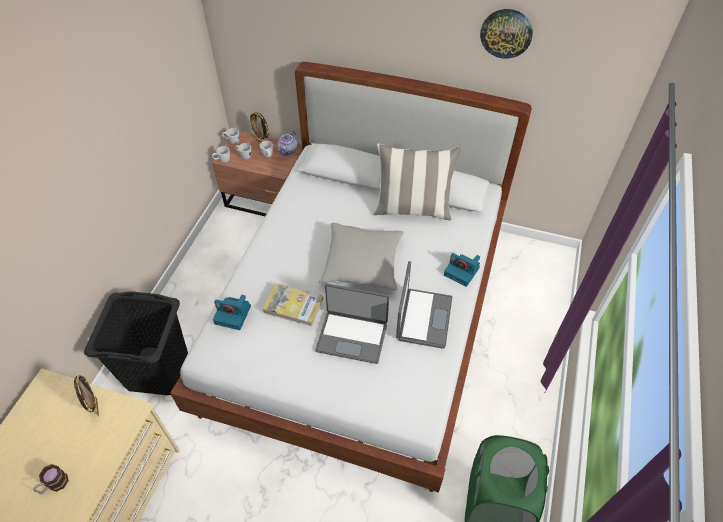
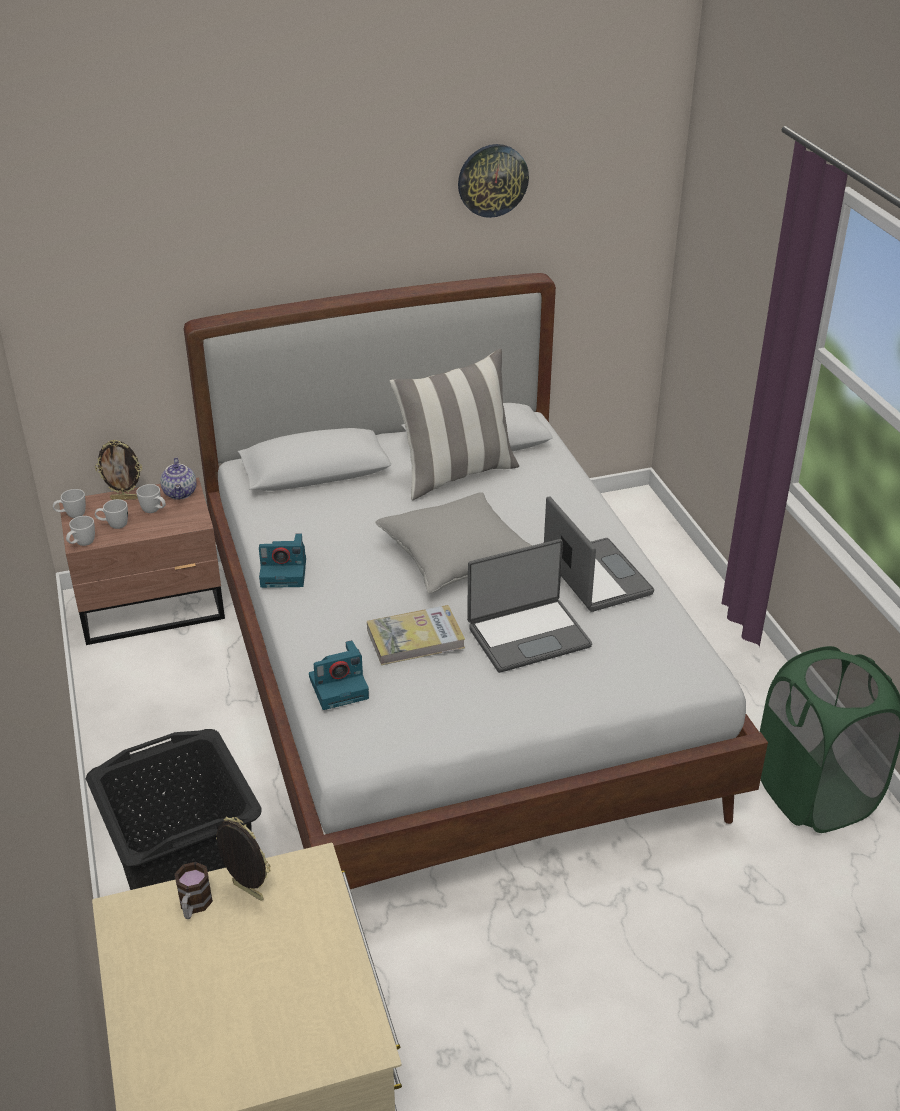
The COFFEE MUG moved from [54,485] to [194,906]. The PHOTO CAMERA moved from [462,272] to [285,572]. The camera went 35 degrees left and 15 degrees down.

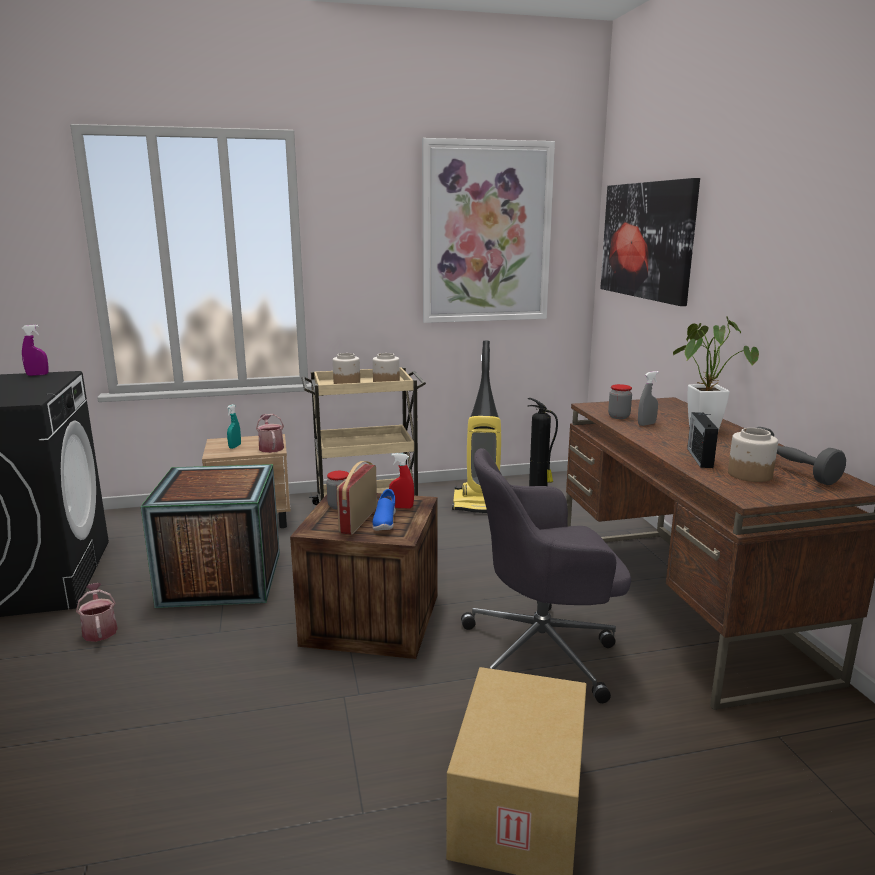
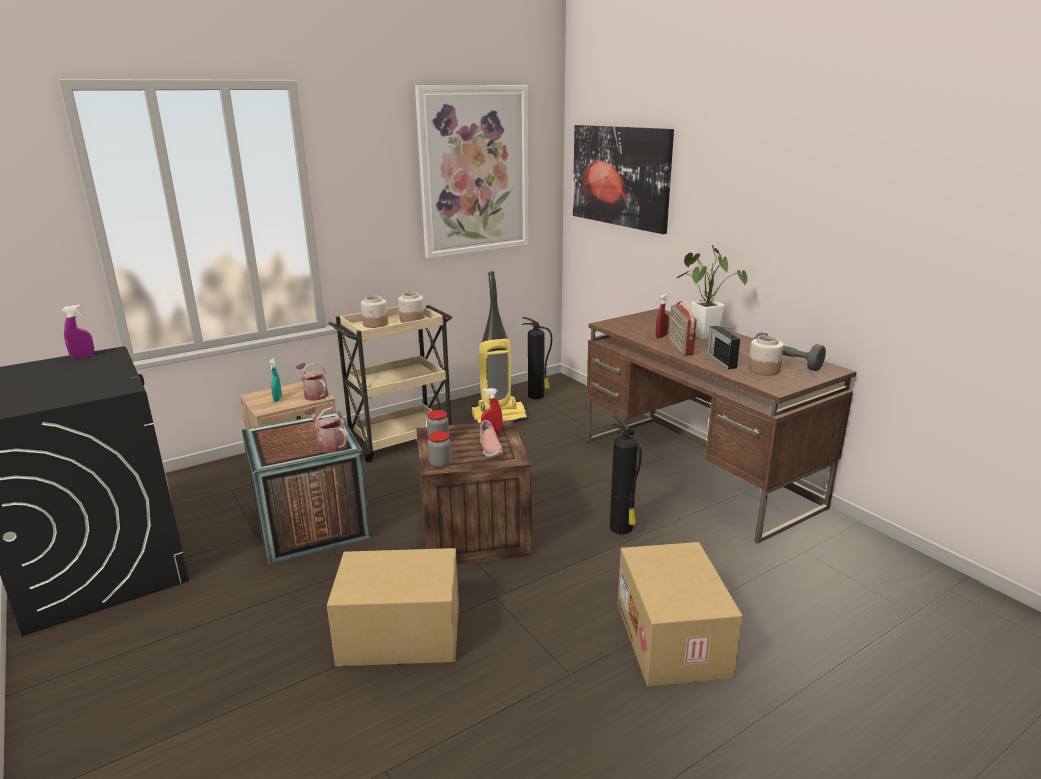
The WATERING POT moved from [99,629] to [329,444]. The CARDBOARD BOX at [399,635] appeared. The PRESERVE JAR moved from [618,417] to [440,464]. The BLUISH ITEM OF FOOTWEAR at [384,523] became the PINK ITEM OF FOOTWEAR at [490,449]. The GRAY COMPUTER CHAIR at [543,651] was replaced by the FIRE-FIGHTING CYLINDER at [622,529]. The GRAY HAND SPRAYER at [646,424] became the RED-COLOURED HAND SPRAYER at [661,336]. The RADIO moved from [357,520] to [679,347]. The camera went 20 degrees left and 5 degrees up.

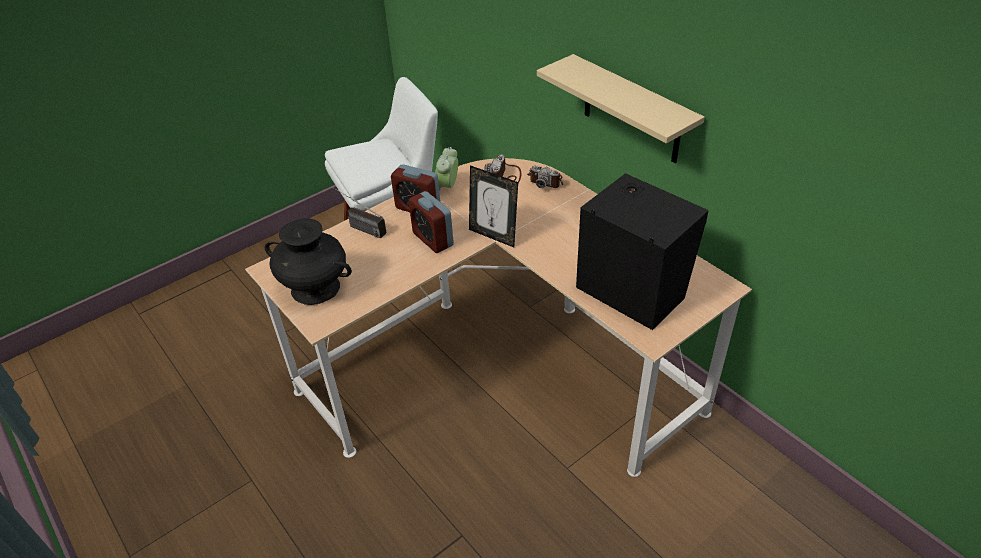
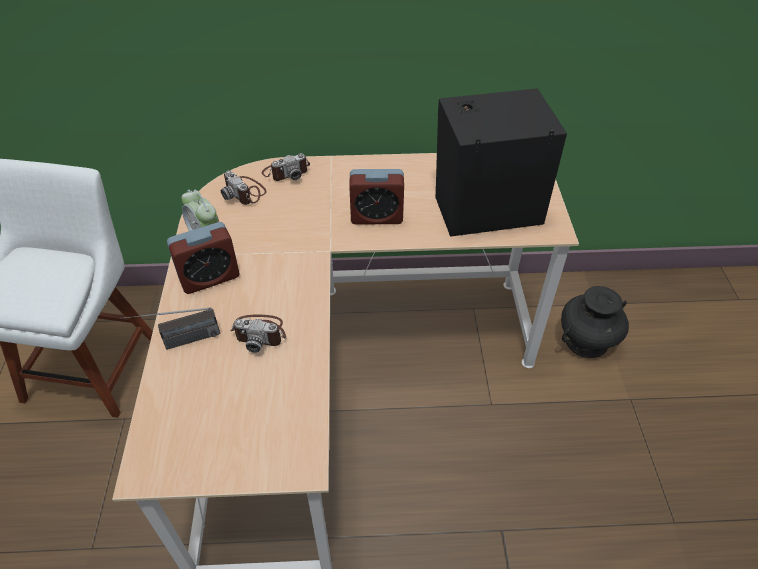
The PHOTO CAMERA at [260,333] appeared. The ALARM CLOCK moved from [433,239] to [376,217]. The BLACK DECORATIVE VASE moved from [315,288] to [586,341]. The PICTURE FRAME at [493,236] disappeared. The BEIGE-COLOURED WALL SHELF at [631,110] disappeared. The camera went 55 degrees left and 5 degrees up.

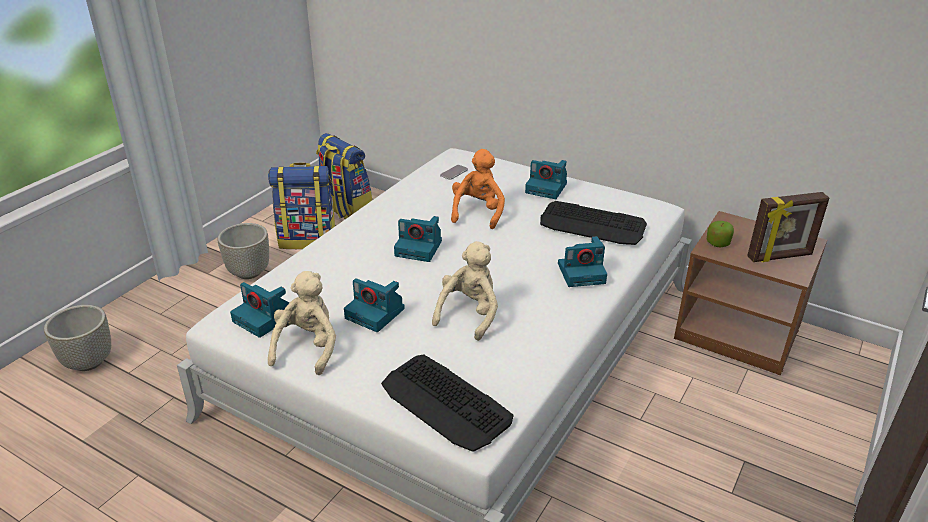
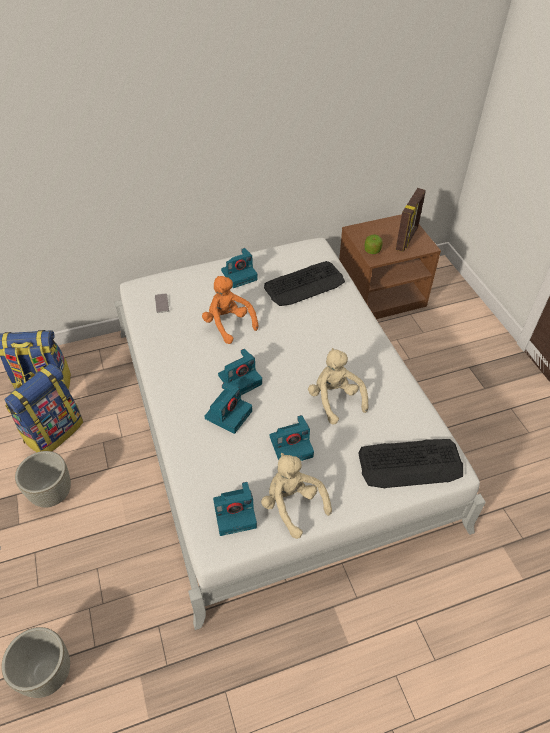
The PHOTO CAMERA moved from [582,273] to [228,414]. The camera went 50 degrees left and 15 degrees up.

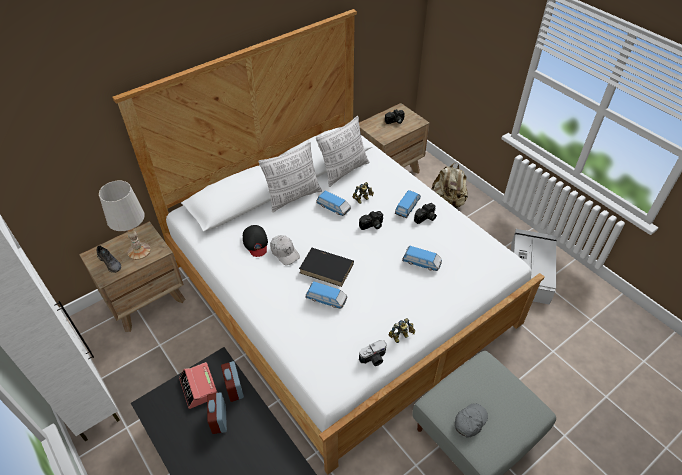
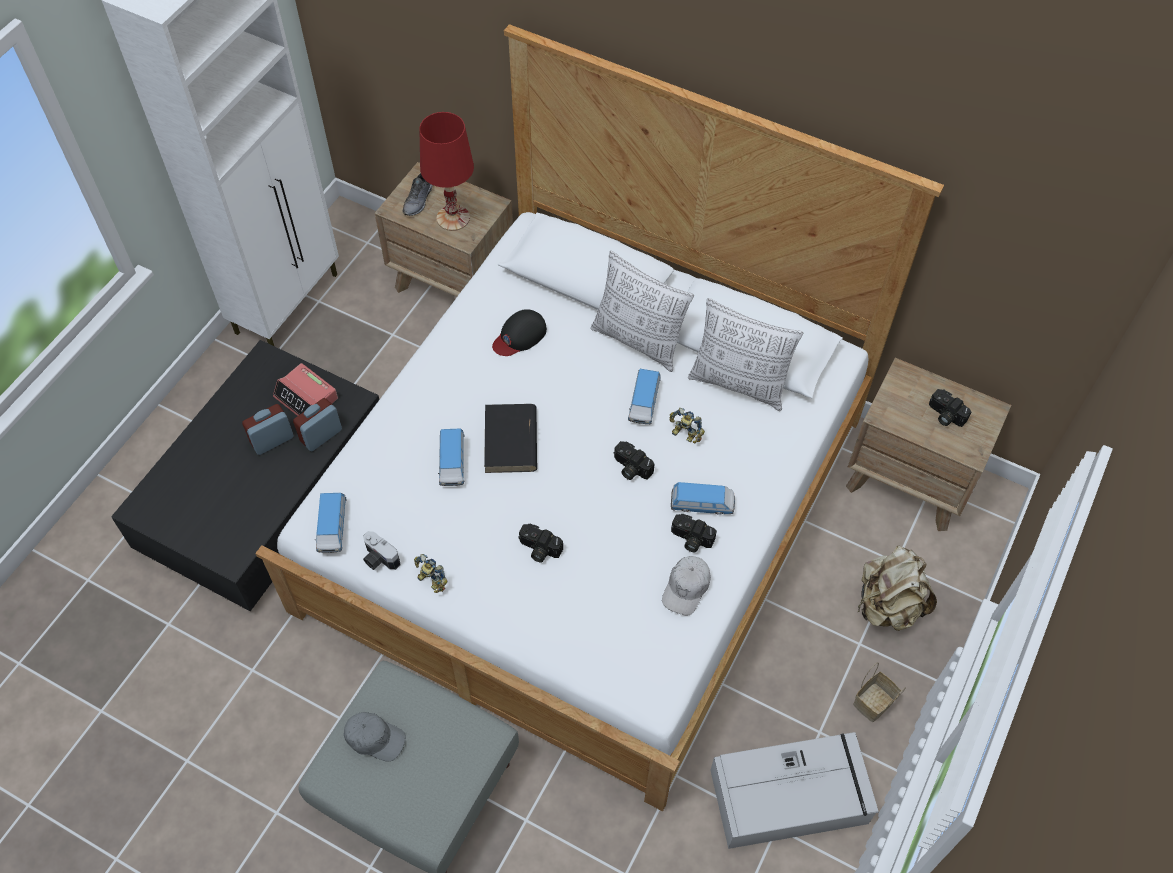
The ALARM CLOCK at [199,388] turned 90 degrees counterclockwise. The MODEL CAR moved from [421,263] to [332,527]. The WHITISH TABLE LAMP at [139,250] became the RED-COLOURED TABLE LAMP at [453,218]. The PHOTO CAMERA at [538,549] appeared. The WHITISH CAP moved from [284,252] to [686,588]. The BASKET at [873,704] appeared. The camera went 65 degrees right and 10 degrees up.

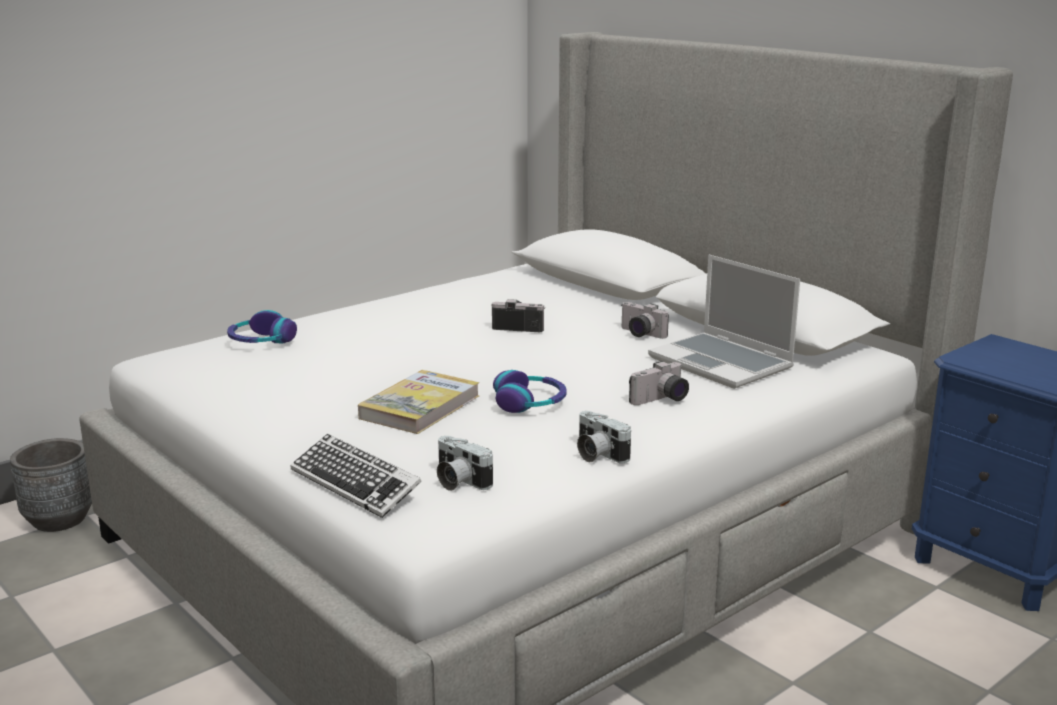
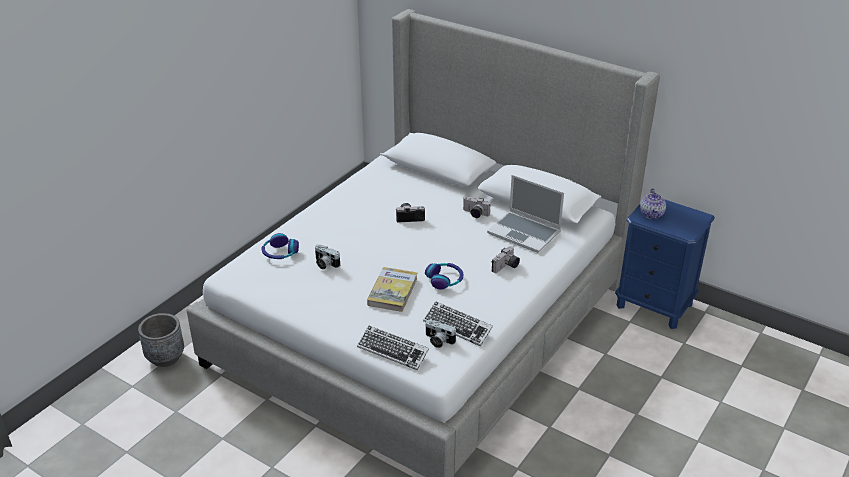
The PHOTO CAMERA moved from [597,454] to [325,264]. The KEYBOARD at [457,327] appeared. The POT FOR TEA at [652,214] appeared. The camera went 15 degrees left and 15 degrees up.

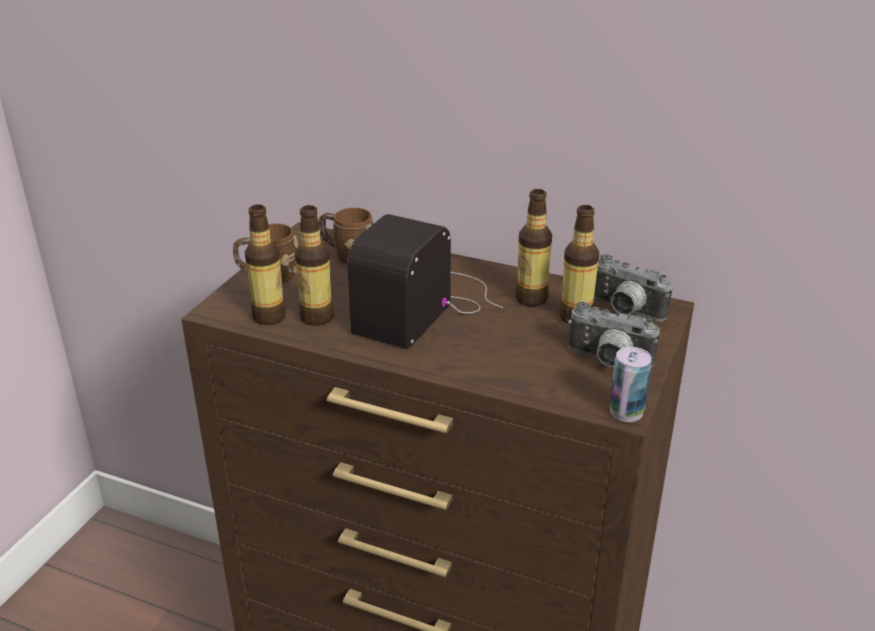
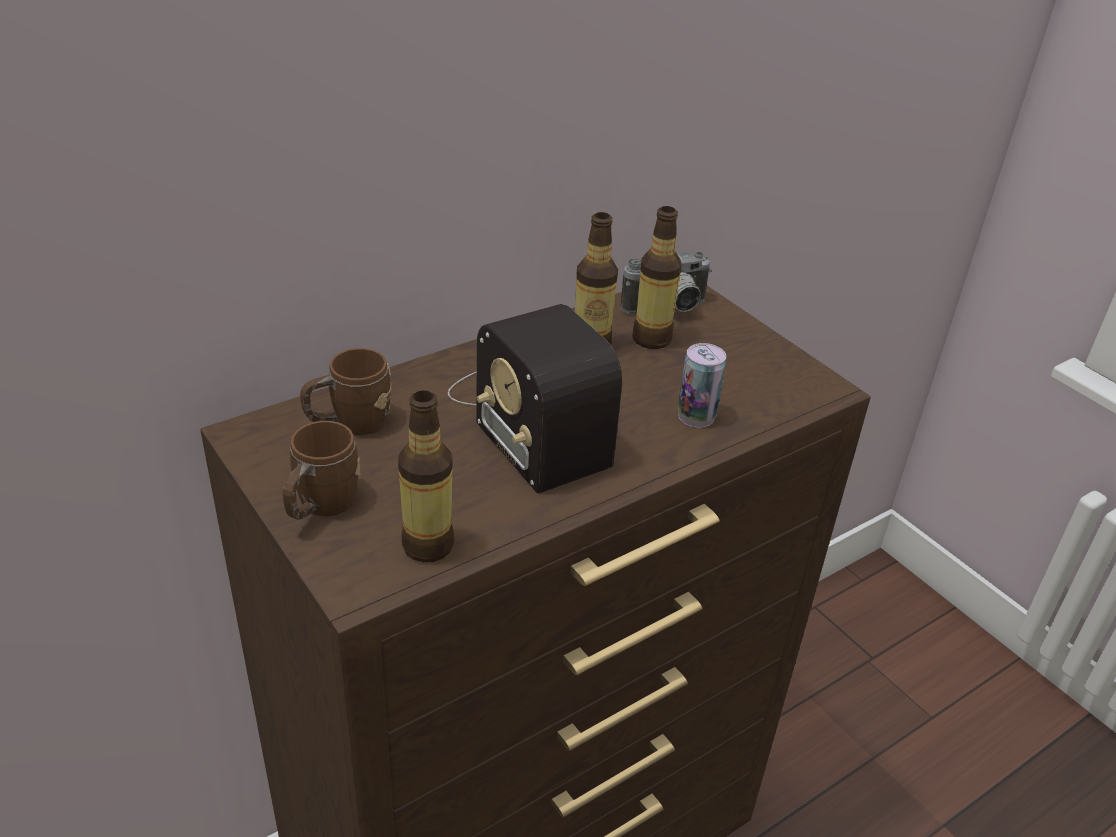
The SEALED CAN moved from [626,411] to [696,416]. The DRINK BOTTLE at [317,317] disappeared. The PHOTO CAMERA at [607,361] disappeared. The camera went 60 degrees left and 5 degrees up.

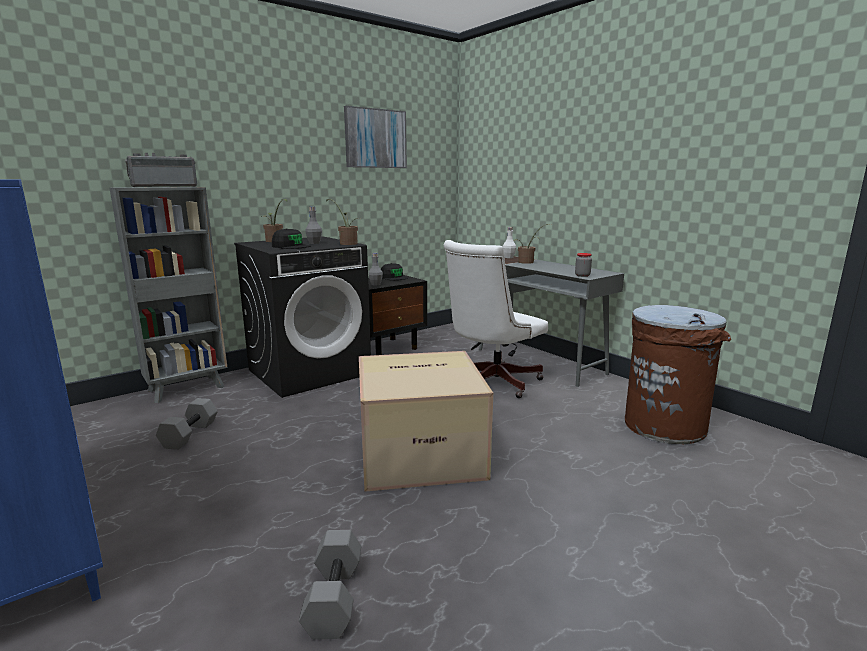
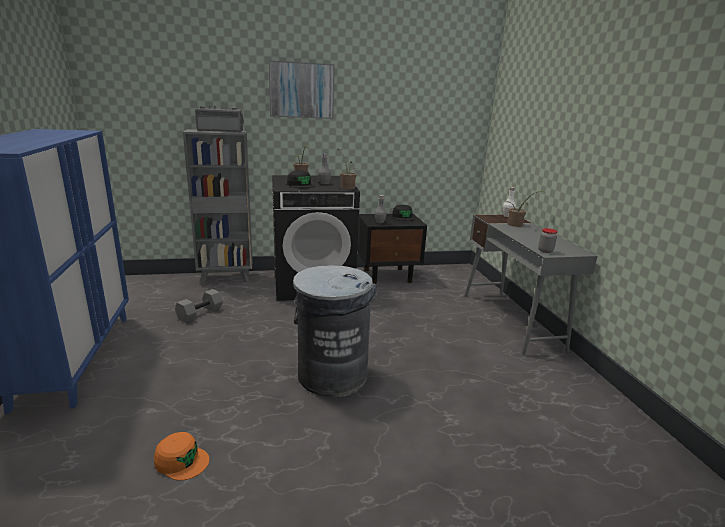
The GRAY HAND WEIGHT at [332,597] was replaced by the ORANGE CAP at [181,460]. The PICTURE moved from [375,138] to [301,90]. The CARDBOARD BOX at [421,452] was replaced by the GRAY TRASH CAN at [332,375]. The WHITISH COMPUTER CHAIR at [490,382] disappeared. The BROWN TRASH CAN at [664,426] disappeared. The camera went 25 degrees right and 5 degrees up.

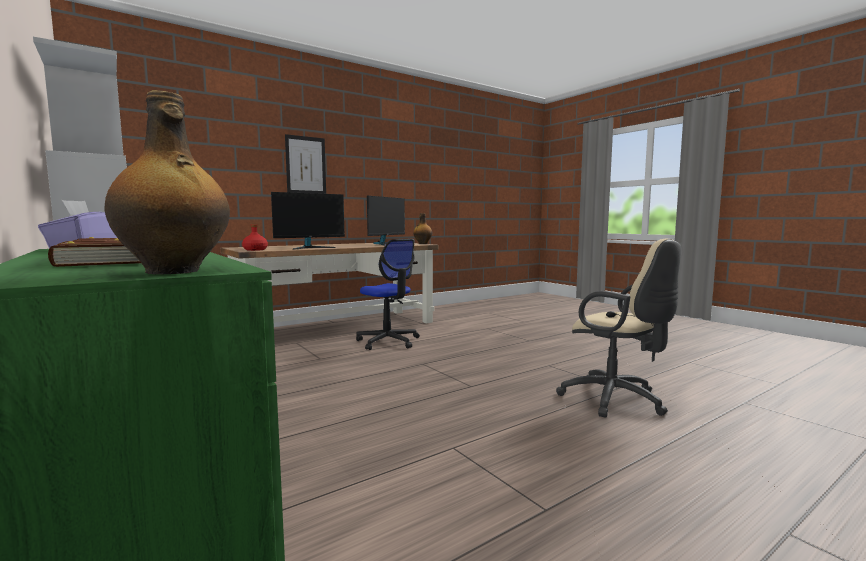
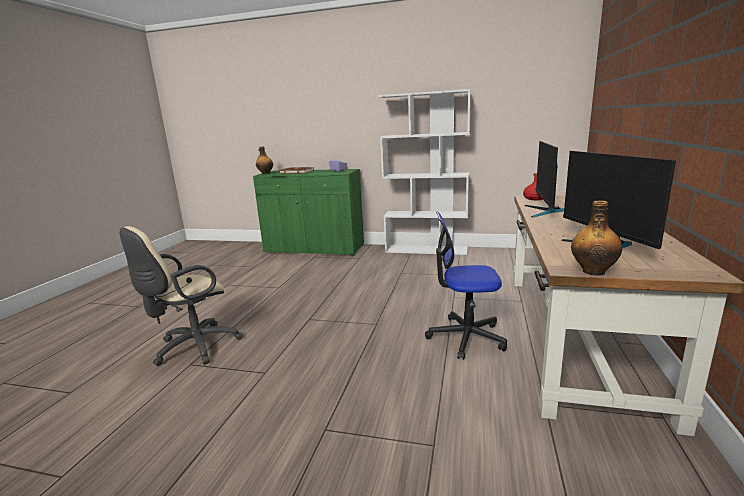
The BEIGE-COLOURED COMPUTER CHAIR at [617,401] turned 60 degrees counterclockwise. The PICTURE at [306,165] disappeared. The camera went 140 degrees right and 10 degrees up.

